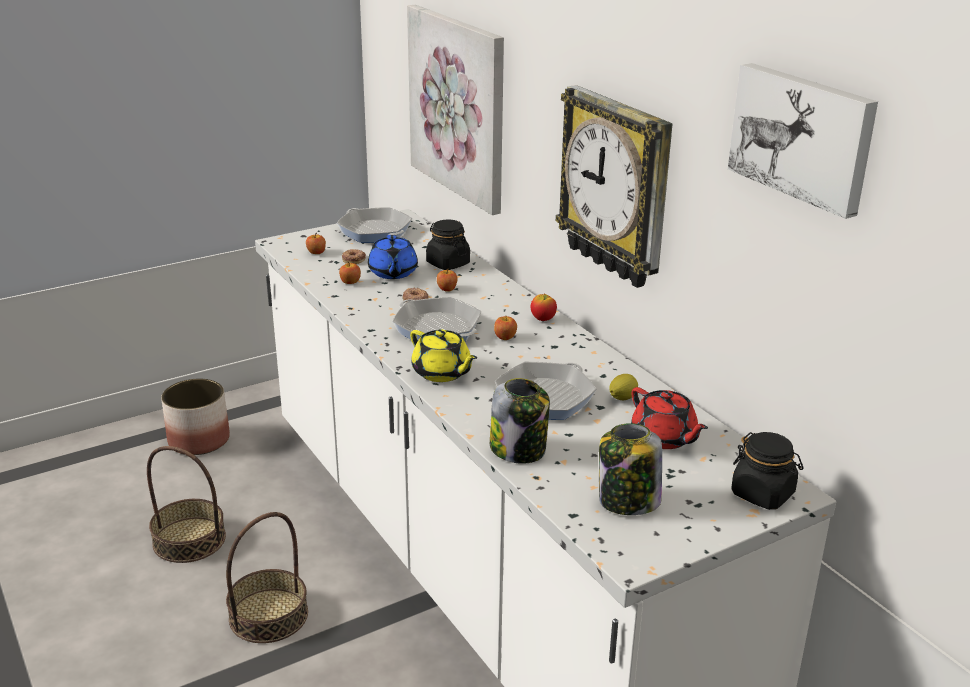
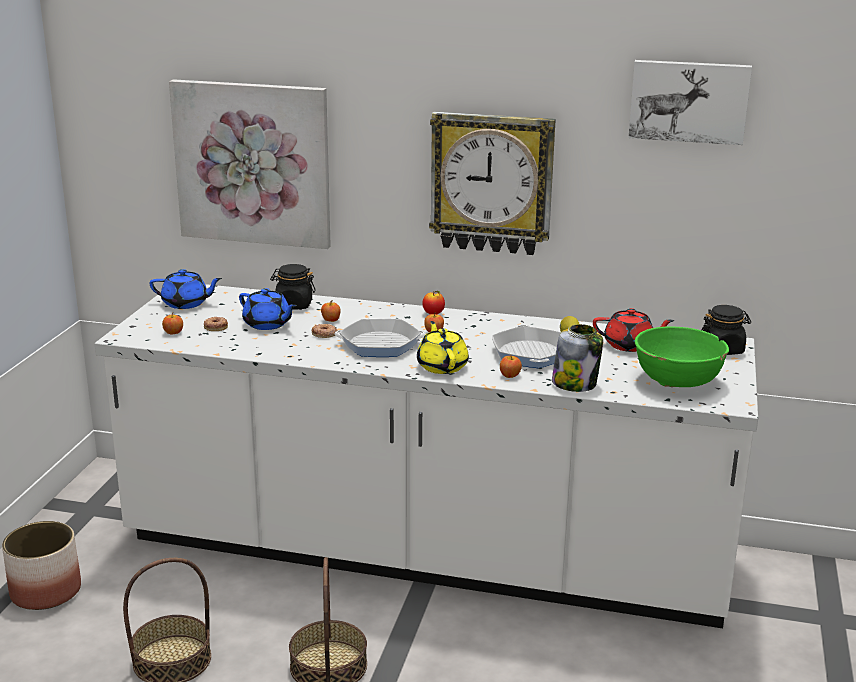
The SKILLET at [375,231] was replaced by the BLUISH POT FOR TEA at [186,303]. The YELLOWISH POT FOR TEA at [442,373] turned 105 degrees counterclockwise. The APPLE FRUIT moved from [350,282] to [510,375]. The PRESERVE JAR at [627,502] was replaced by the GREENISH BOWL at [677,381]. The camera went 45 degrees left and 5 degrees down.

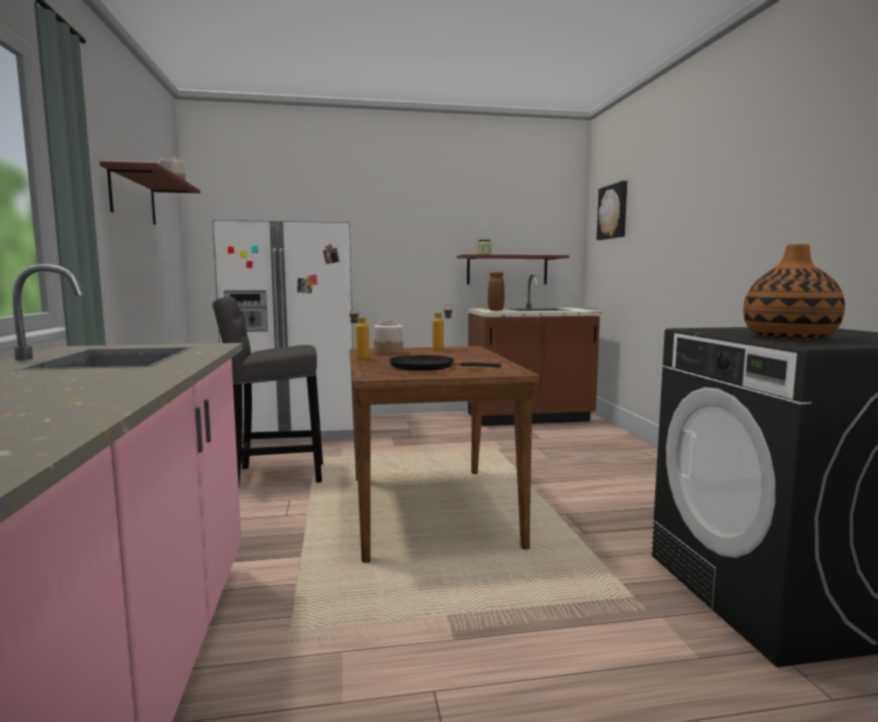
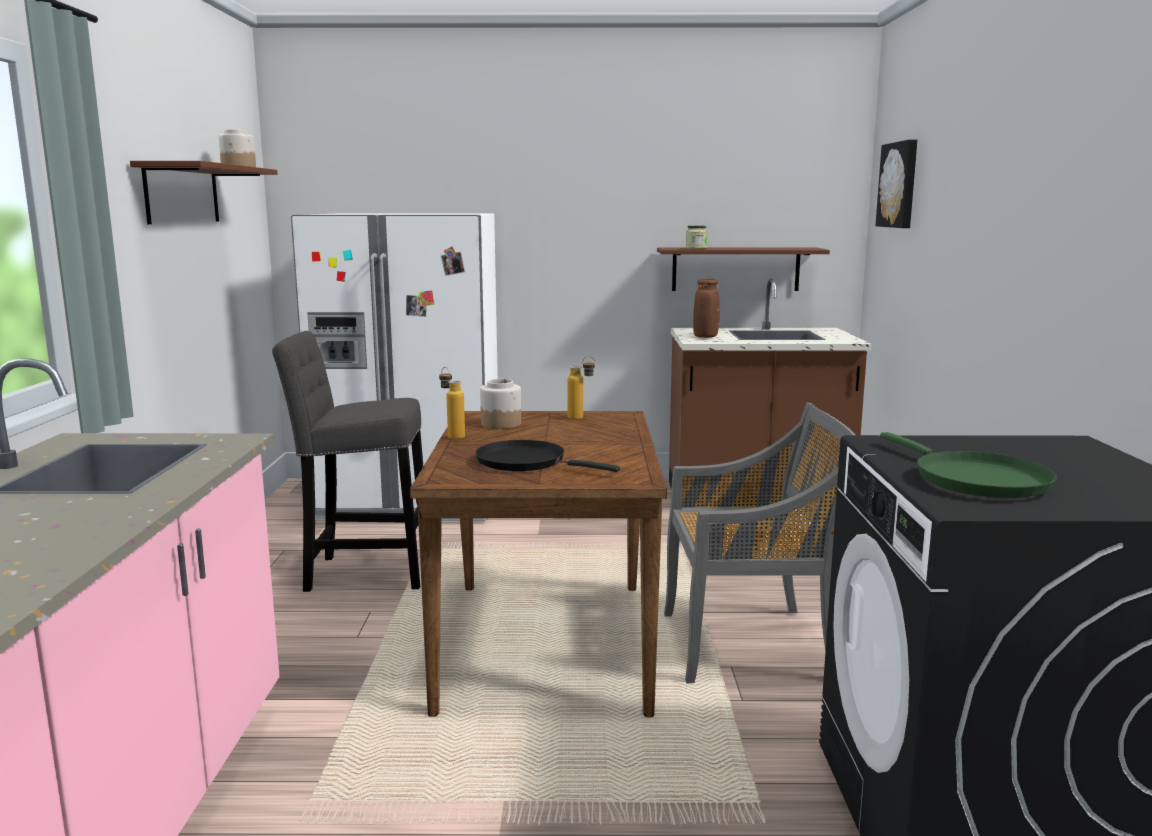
The GRAY CHAIR at [749,645] appeared. The DECORATIVE VASE at [789,338] was replaced by the GREENISH SKILLET at [974,480]. The camera went 10 degrees right and 5 degrees up.

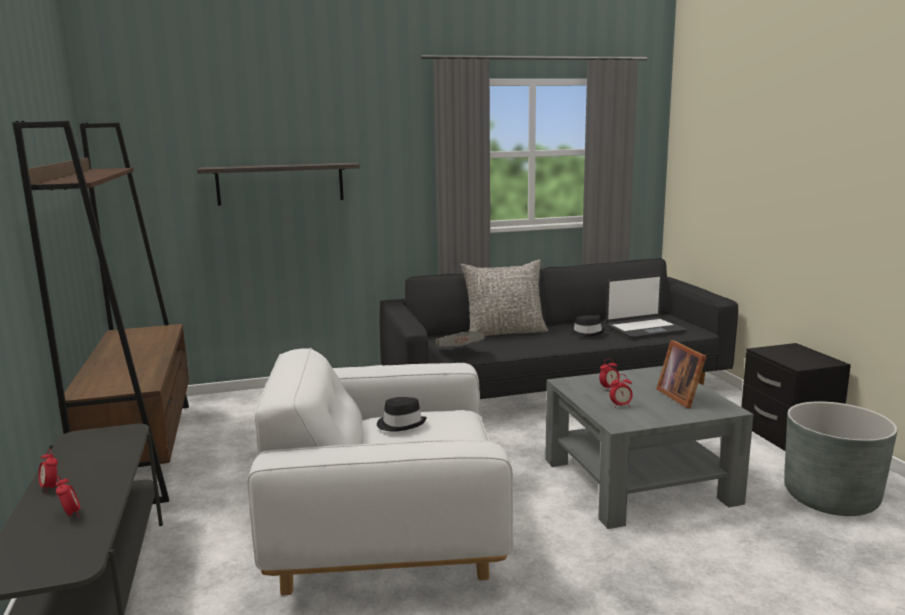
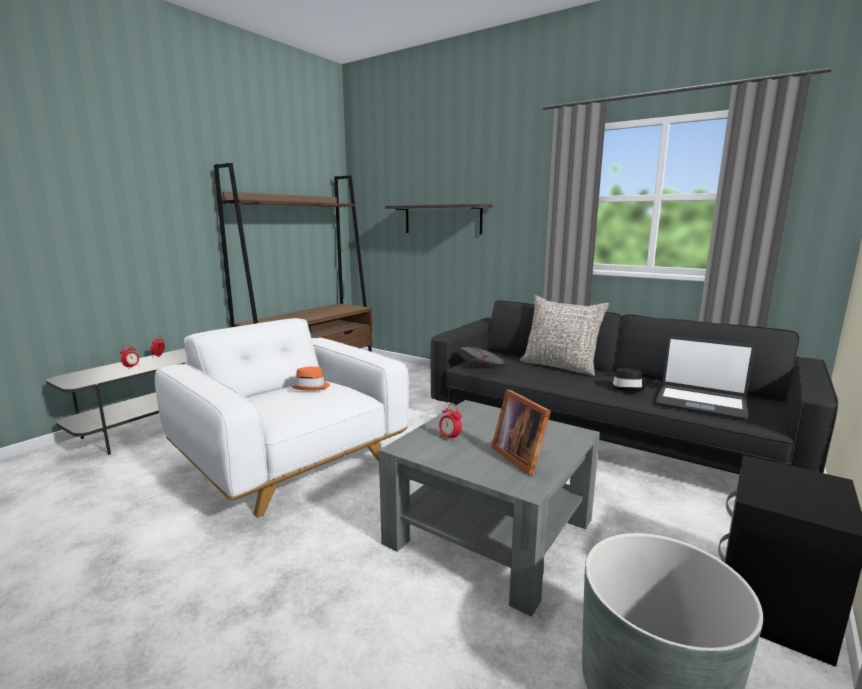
The BLACK CLOTHING HAT at [401,424] became the ORANGE CLOTHING HAT at [312,387]. The PICTURE FRAME at [681,396] turned 60 degrees counterclockwise. The ALARM CLOCK at [609,388] disappeared. The camera went 50 degrees right and 0 degrees up.

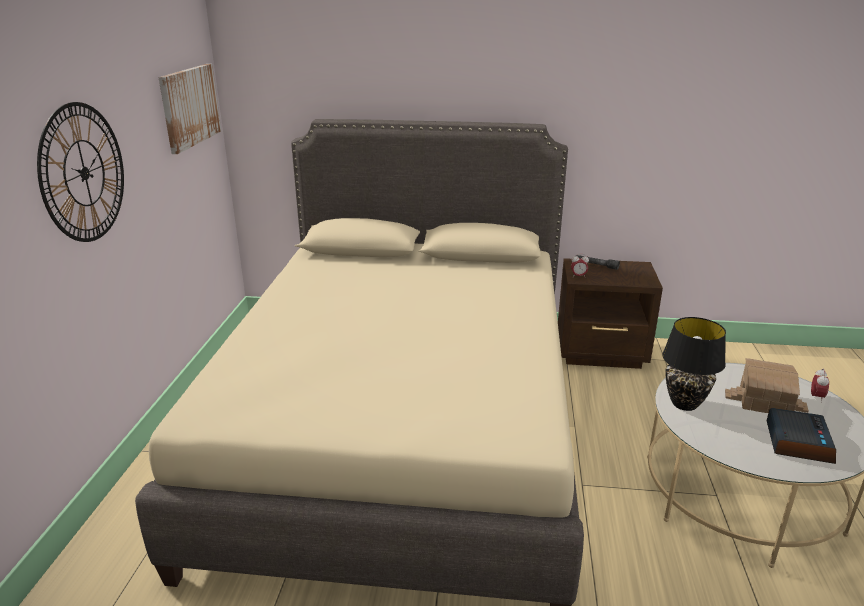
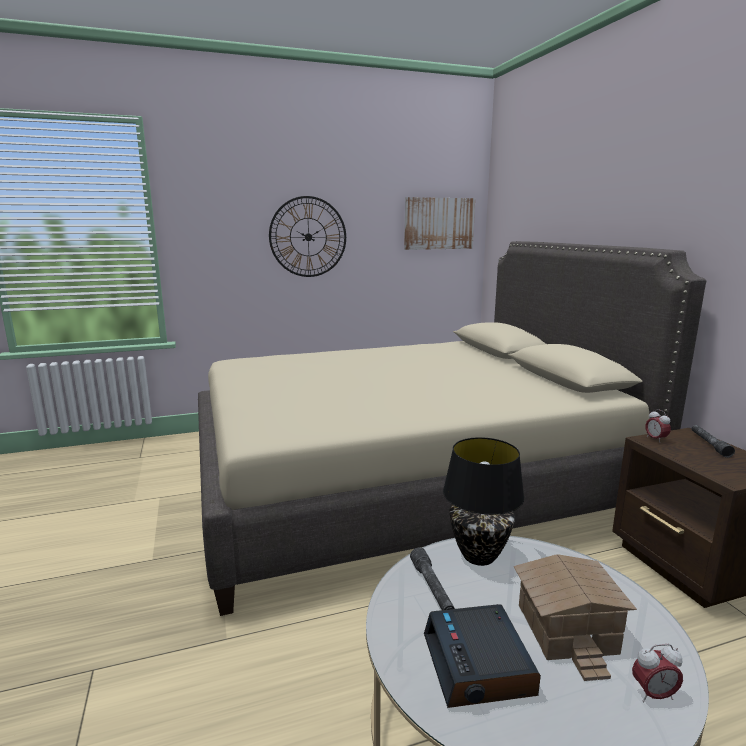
The GRAY HAND TORCH at [432,588] appeared. The ALARM CLOCK at [797,442] turned 90 degrees clockwise. The camera went 65 degrees right and 10 degrees down.

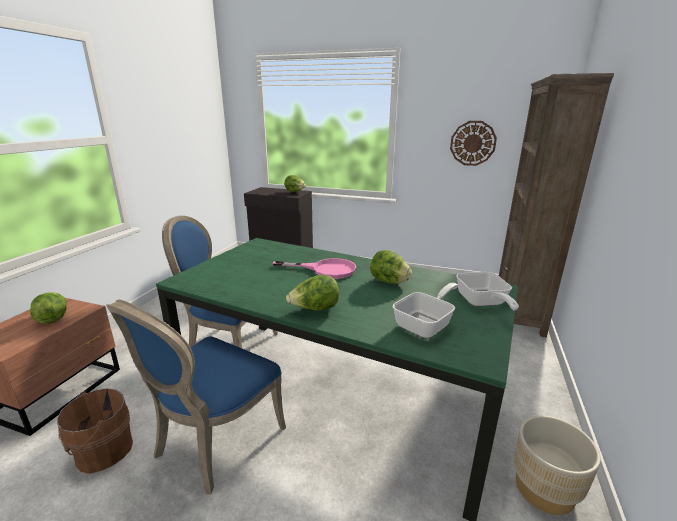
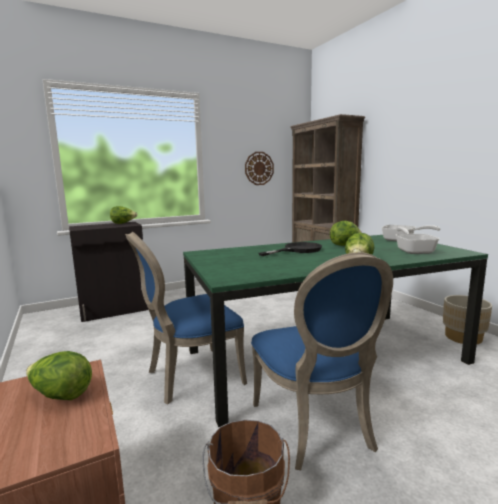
The PINK SKILLET at [325,270] became the BLACK SKILLET at [297,250]. The camera went 45 degrees left and 10 degrees down.

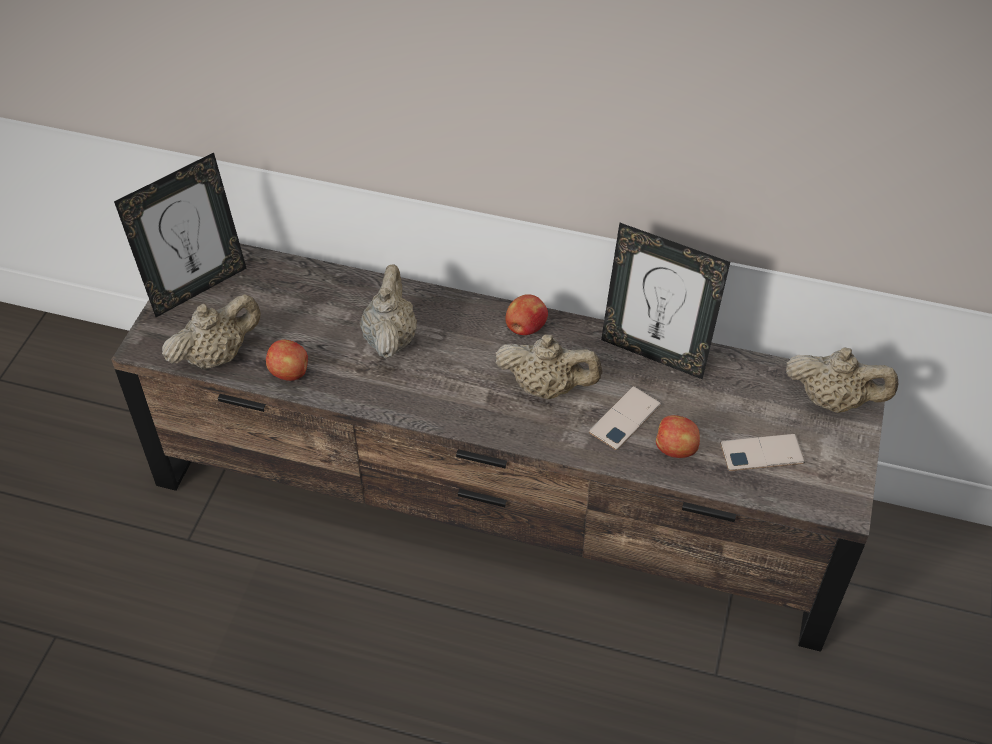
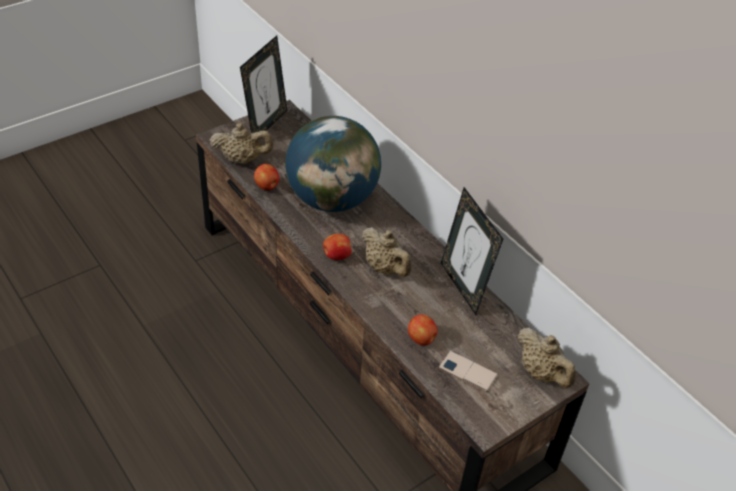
The PICTURE FRAME at [197,287] turned 60 degrees counterclockwise. The BEIGE-COLOURED POT FOR TEA at [390,338] was replaced by the WORLD GLOBE at [331,199]. The APPLE FRUIT moved from [525,328] to [336,256]. The HANDSET at [625,418] disappeared. The camera went 35 degrees right and 5 degrees down.

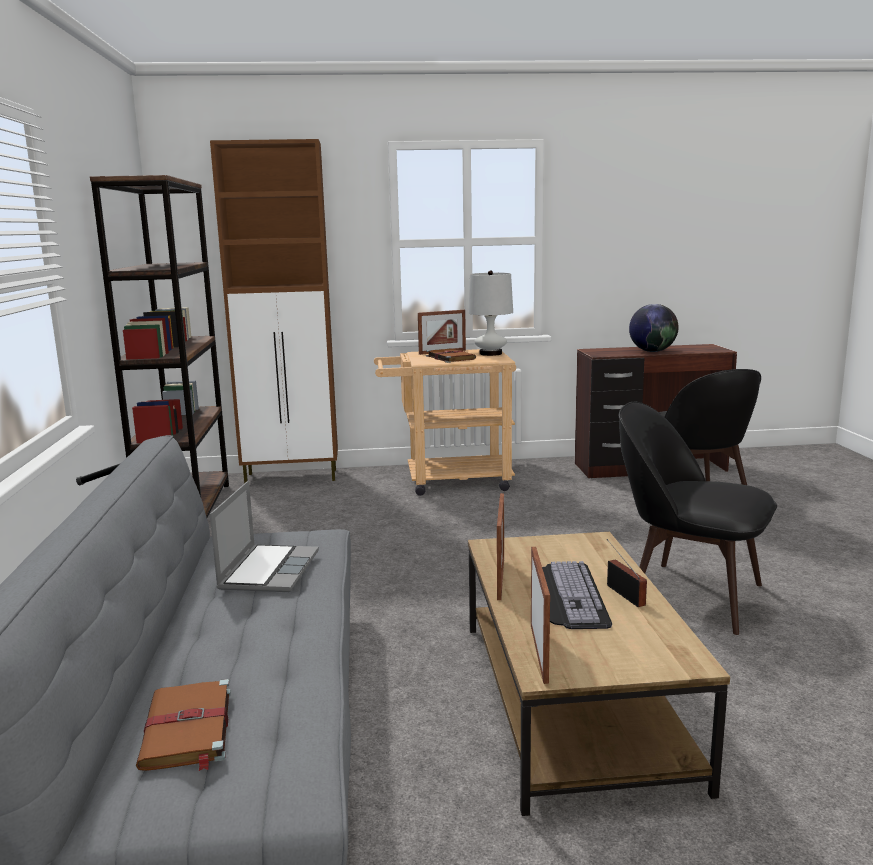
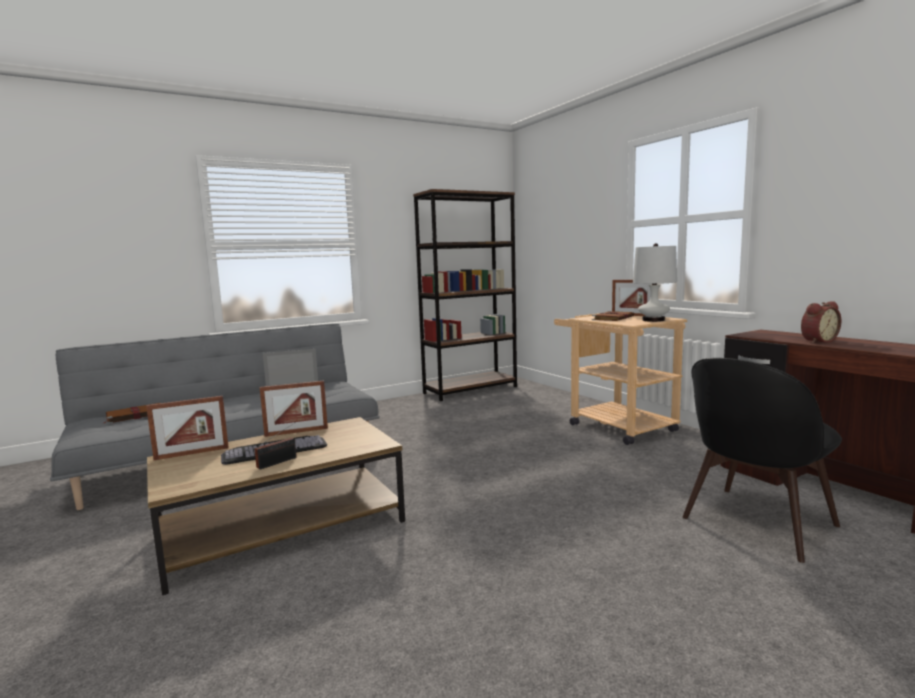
The WORLD GLOBE at [652,351] was replaced by the ALARM CLOCK at [817,341]. The BROWN CABINET at [293,477] disappeared. The BLACK CHAIR at [689,594] disappeared. The camera went 65 degrees right and 5 degrees down.

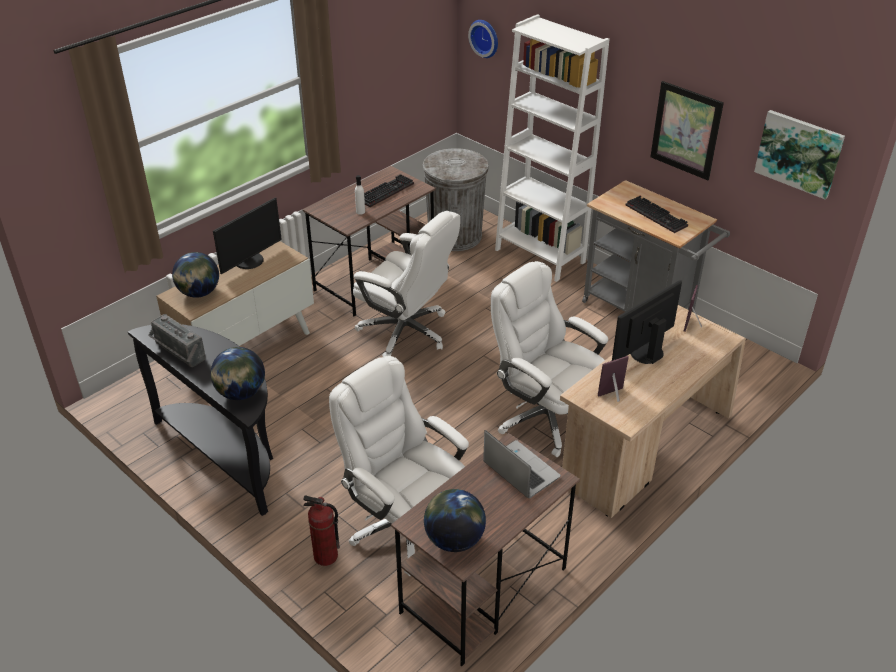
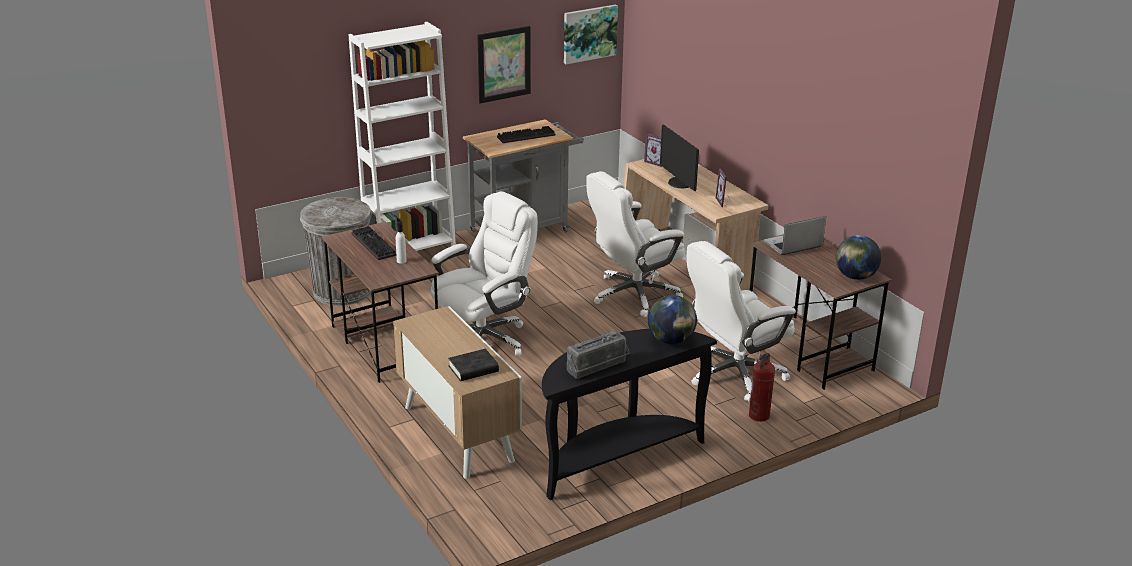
The WORLD GLOBE at [199,293] was replaced by the BLACK BOUND BOOK at [473,369]. The MONITOR at [250,261] disappeared. The WALL CLOCK at [485,37] disappeared. The camera went 75 degrees left and 10 degrees down.

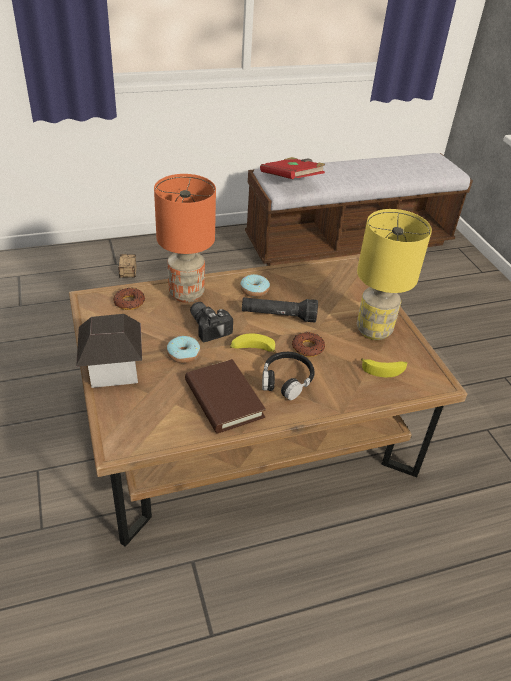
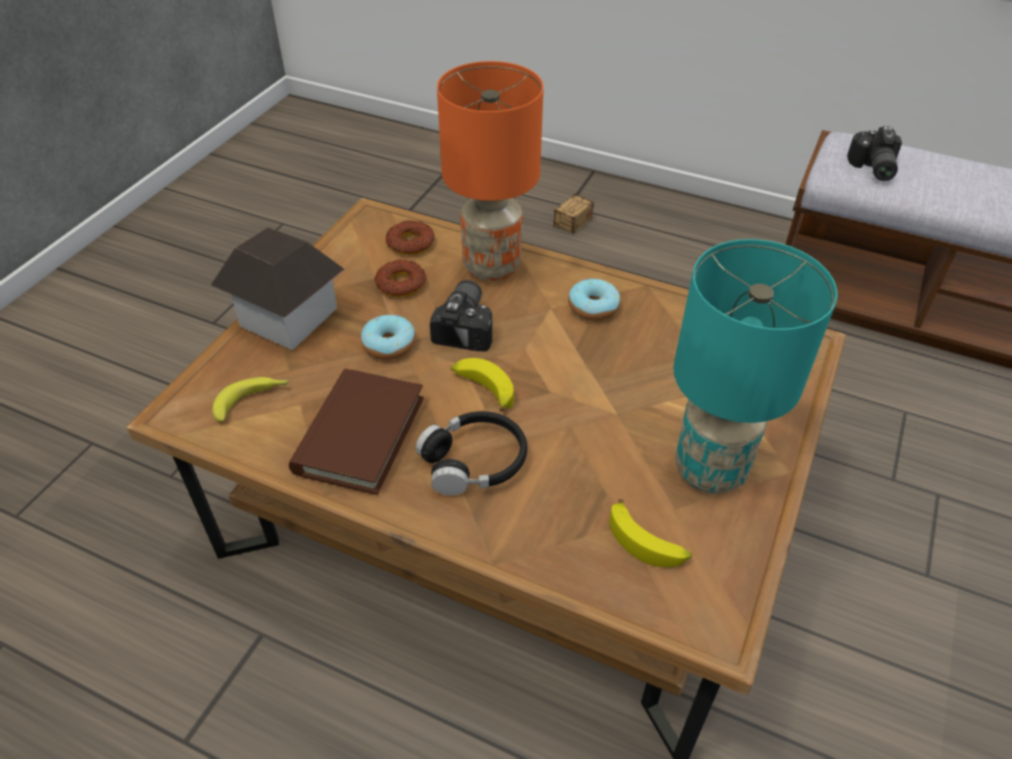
The BANANA at [252,401] appeared. The RING DOUGHNUT moved from [307,348] to [401,284]. The YELLOWISH TABLE LAMP at [374,331] became the TURQUOISE-COLOURED TABLE LAMP at [709,471]. The RED-COLOURED BOUND BOOK at [291,180] was replaced by the PHOTO CAMERA at [871,168]. The BLACK HAND TORCH at [278,316] disappeared. The camera went 45 degrees right and 5 degrees up.

